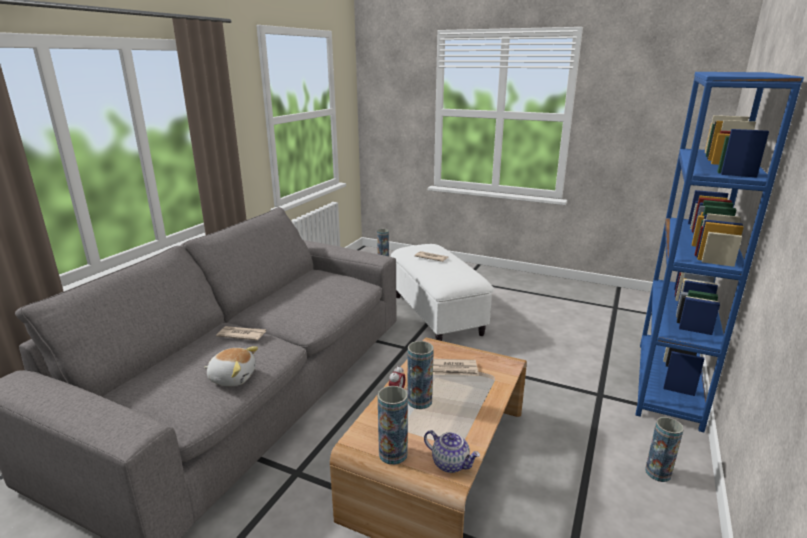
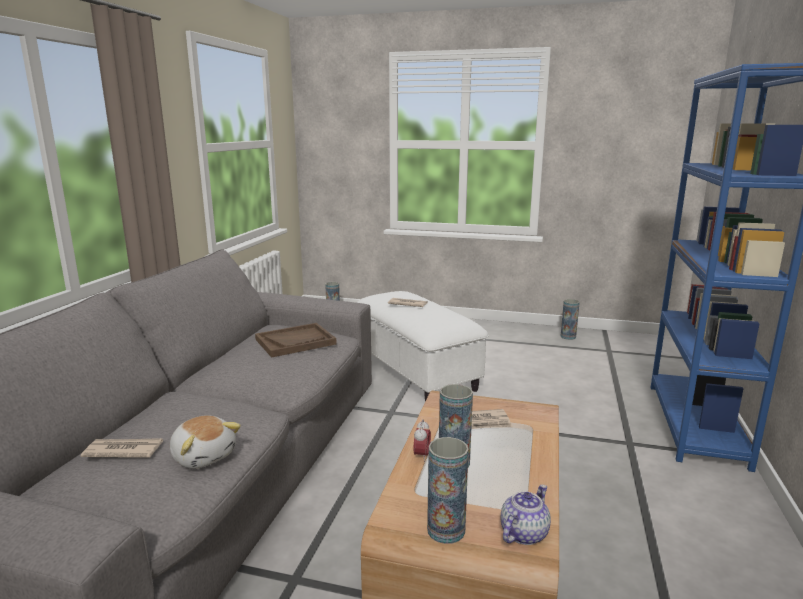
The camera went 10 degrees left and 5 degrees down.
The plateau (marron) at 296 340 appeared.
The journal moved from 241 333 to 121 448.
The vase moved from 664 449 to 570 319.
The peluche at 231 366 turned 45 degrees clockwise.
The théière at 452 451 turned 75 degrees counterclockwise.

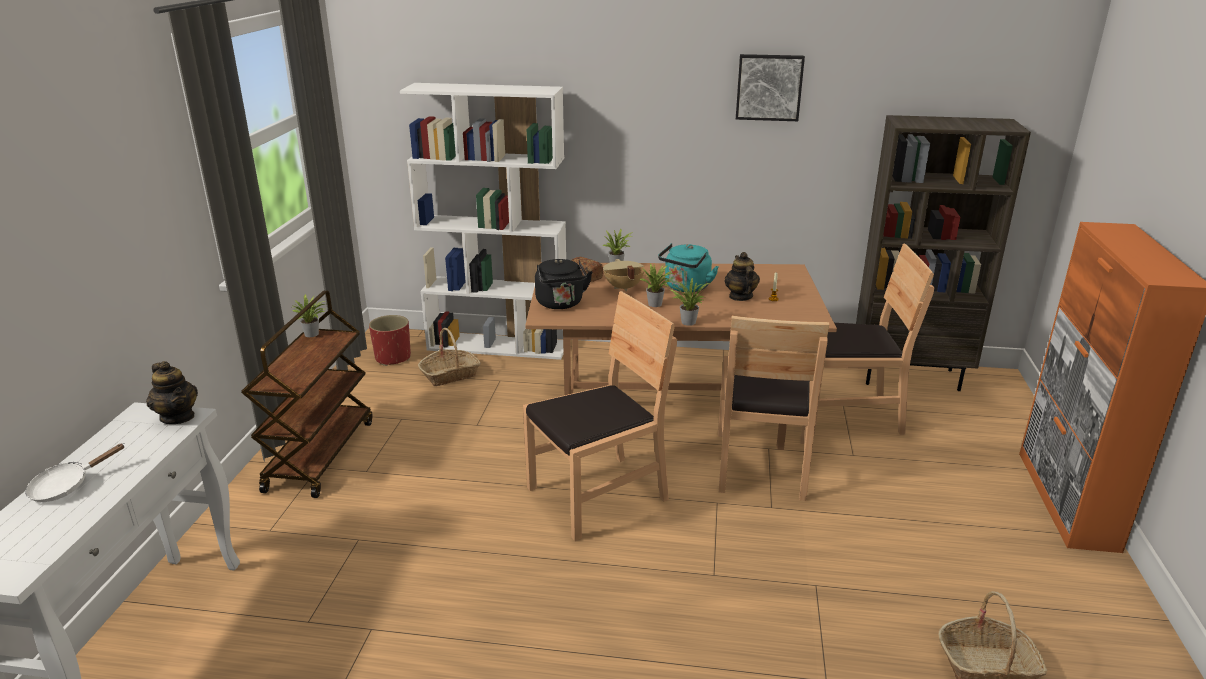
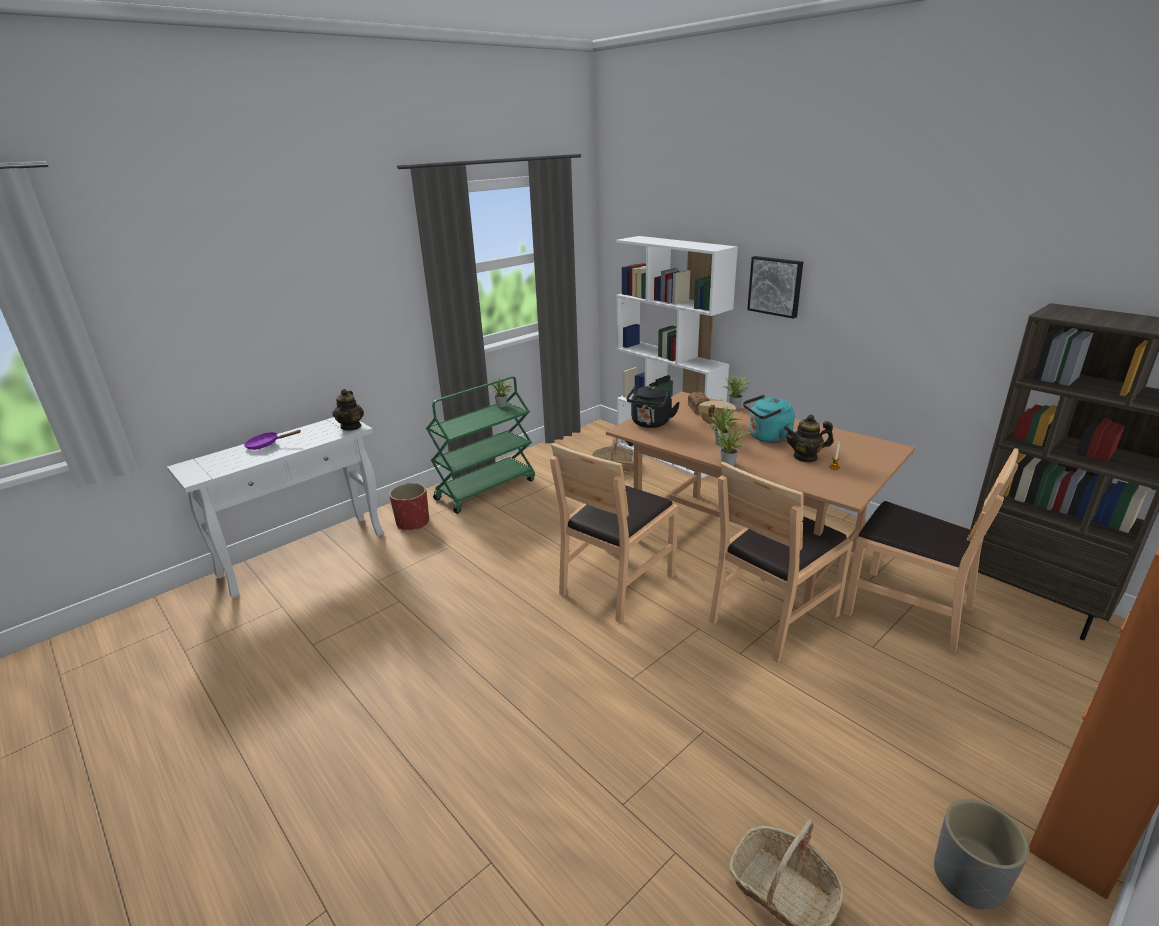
The camera went 40 degrees right and 0 degrees up.
The cache-pot (gris) at 981 854 appeared.
The cache-pot (rouge) moved from 390 340 to 409 506.
The tableau moved from 770 87 to 775 287.
The poêle (blanc) at 75 473 became the poêle (violet) at 272 440.
The chariot (marron) at 307 394 became the chariot (vert) at 480 445.
The chaise (marron) at 600 416 turned 120 degrees clockwise.
The théière at 742 276 turned 120 degrees counterclockwise.

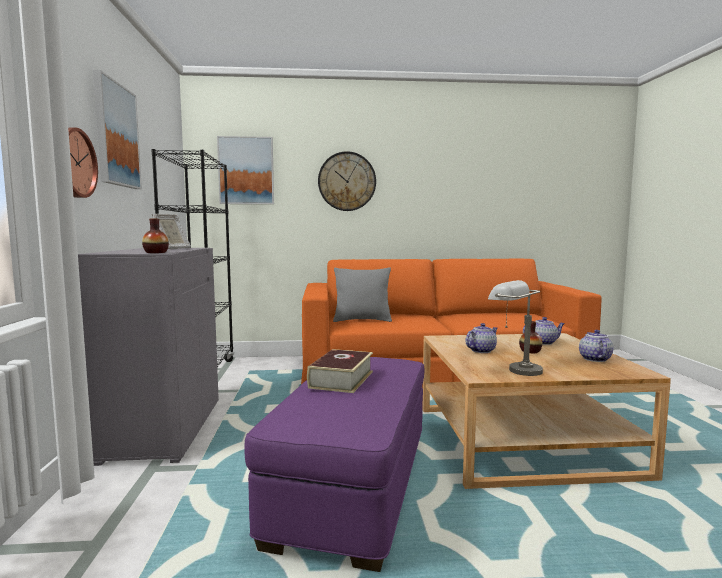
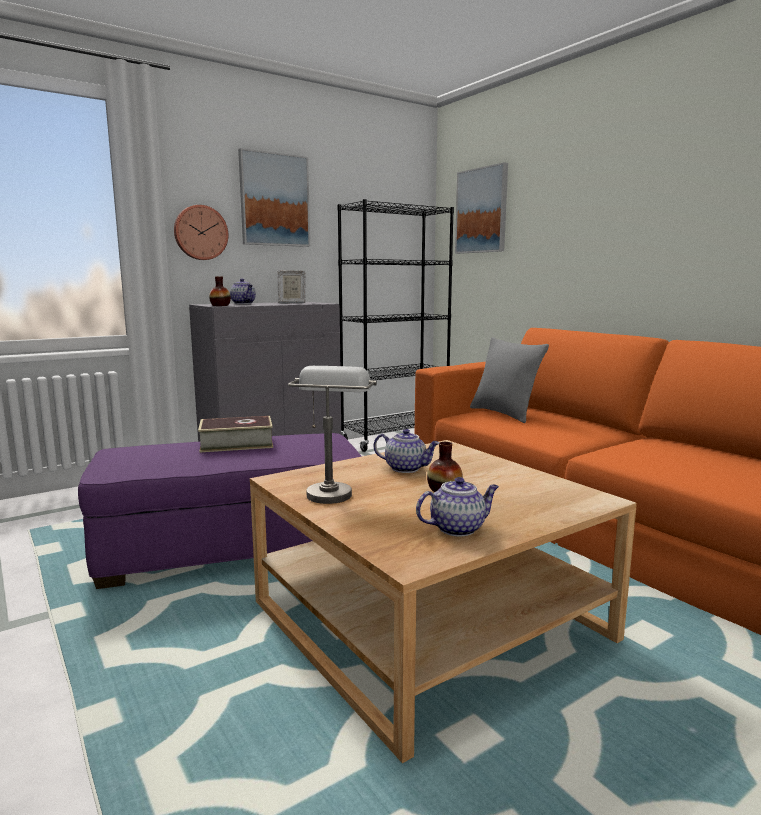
The camera went 60 degrees right and 5 degrees up.
The horloge murale at 347 181 disappeared.
The théière moved from 544 331 to 243 291.

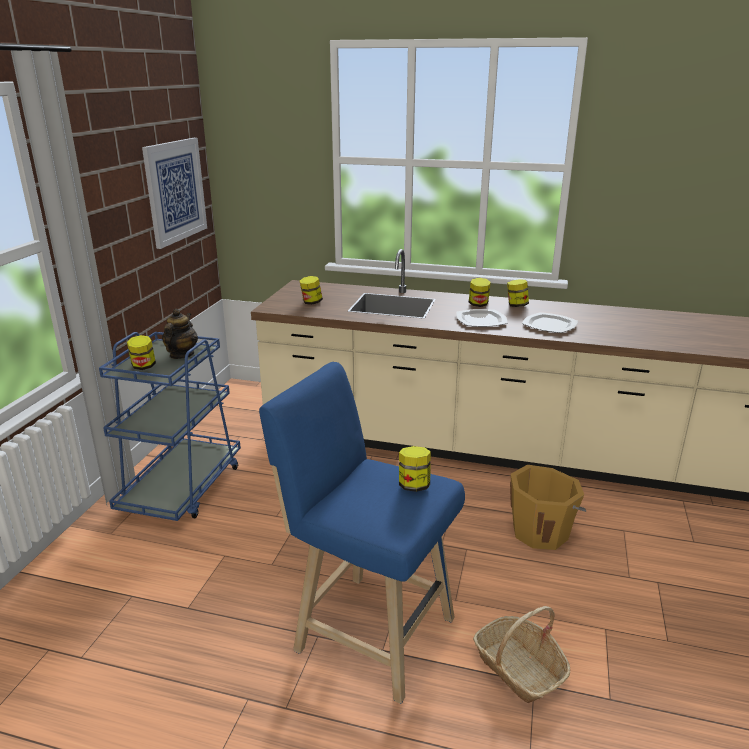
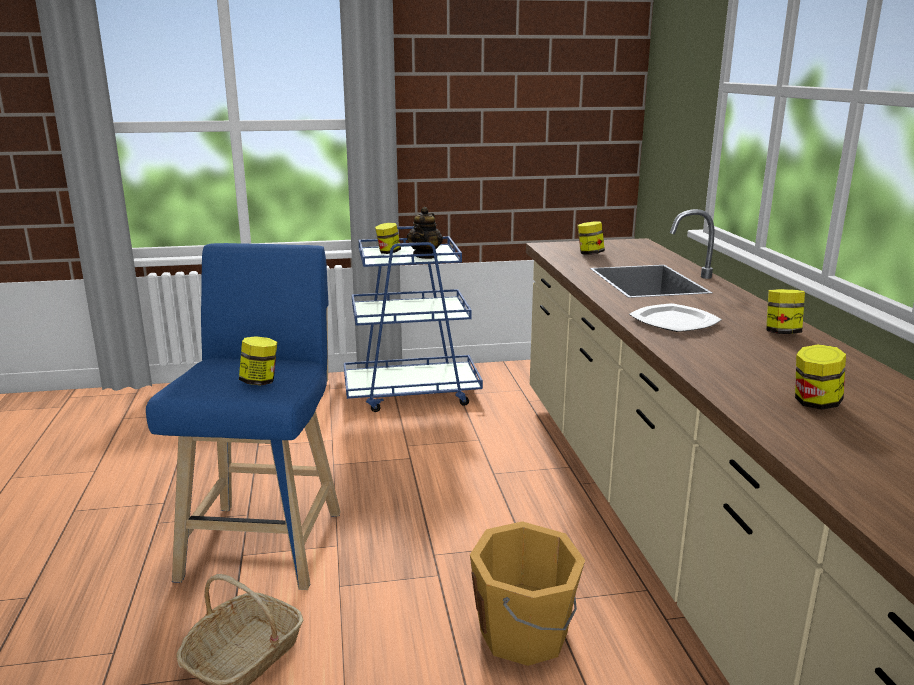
The camera went 65 degrees right and 5 degrees down.
The tableau at 174 193 disappeared.
The assiette at 550 322 disappeared.
The bocal moved from 480 292 to 820 377.
The théière at 180 334 turned 120 degrees clockwise.

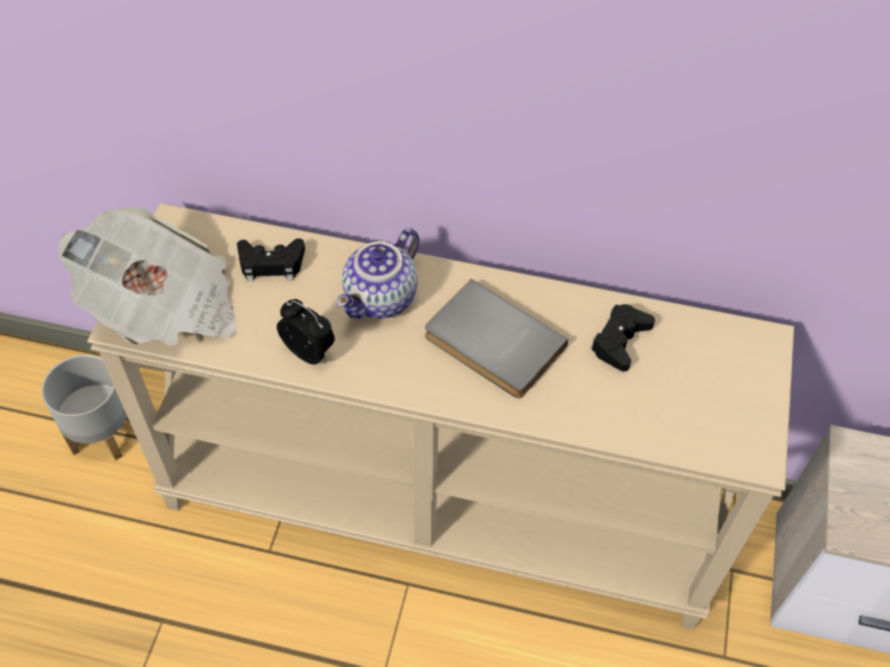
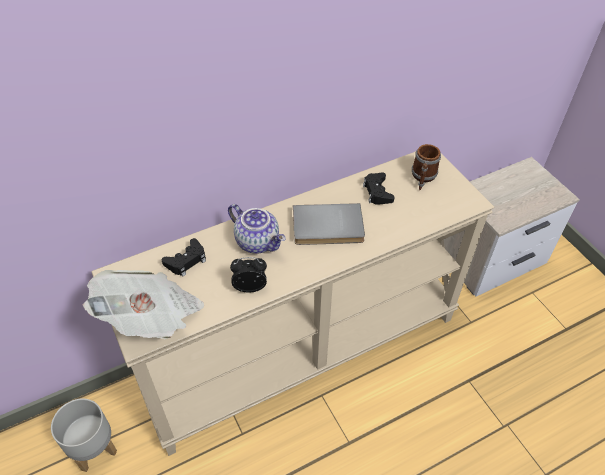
The camera went 40 degrees left and 5 degrees down.
The mug at 426 167 appeared.
The théière at 377 273 turned 45 degrees counterclockwise.

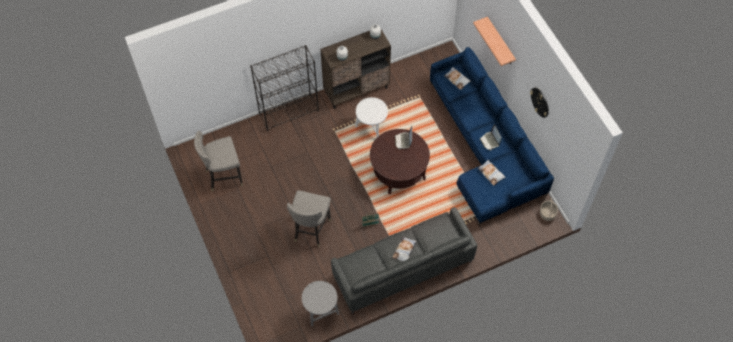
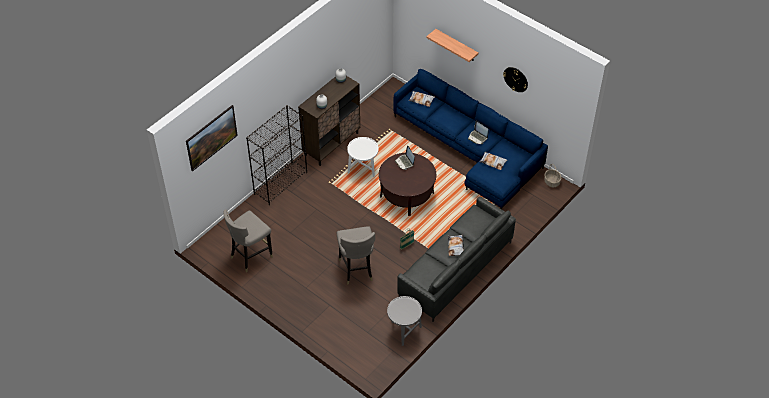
The camera went 25 degrees left and 10 degrees down.
The tableau at 212 138 appeared.

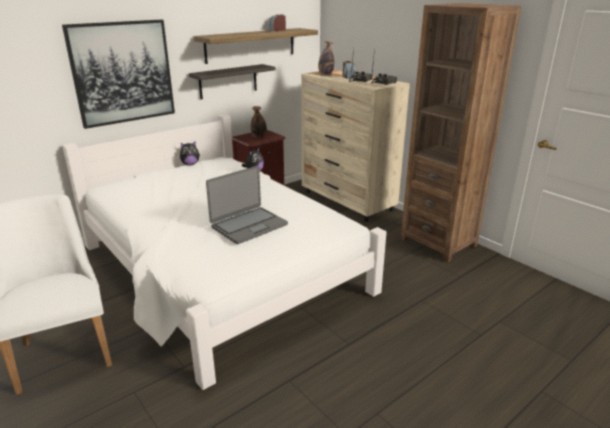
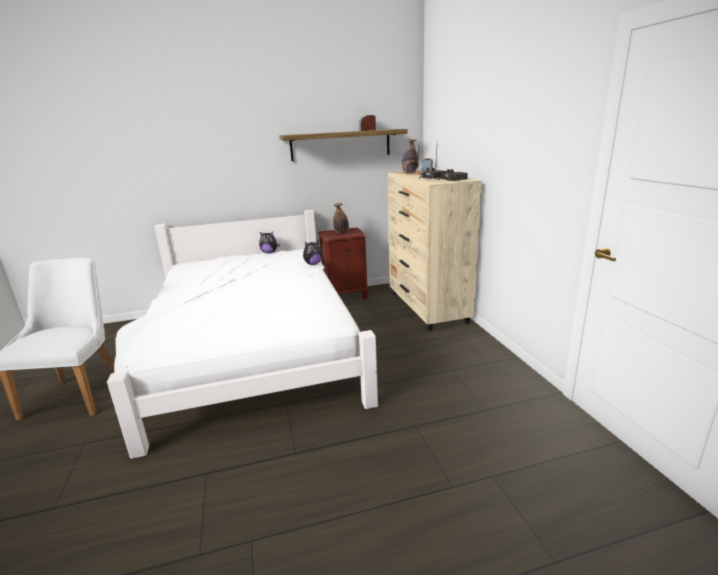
The camera went 25 degrees right and 5 degrees down.
The tableau at 118 74 disappeared.
The étagère at 232 81 disappeared.
The ordinateur portable at 247 205 disappeared.
The bibliothèque (marron) at 461 132 disappeared.

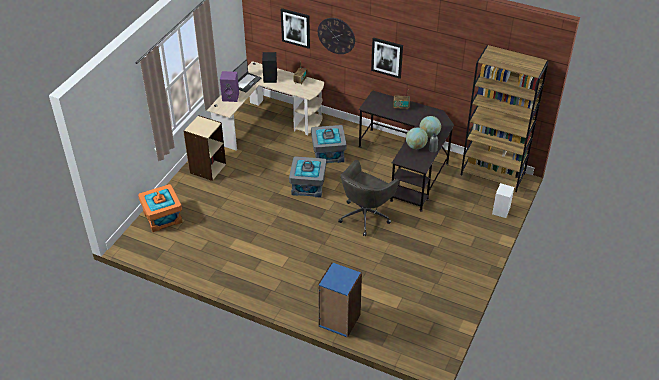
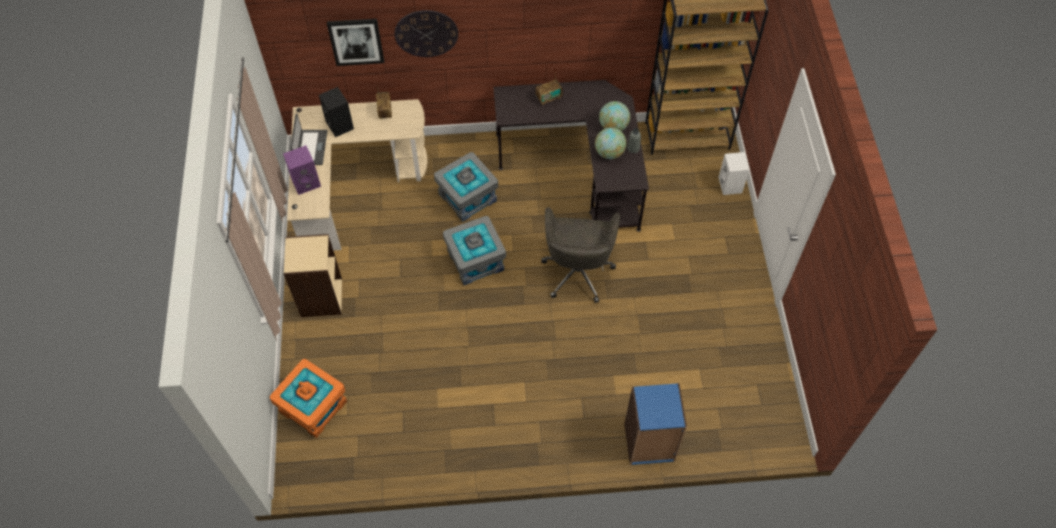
The camera went 30 degrees left and 15 degrees up.
The tableau at 387 58 disappeared.

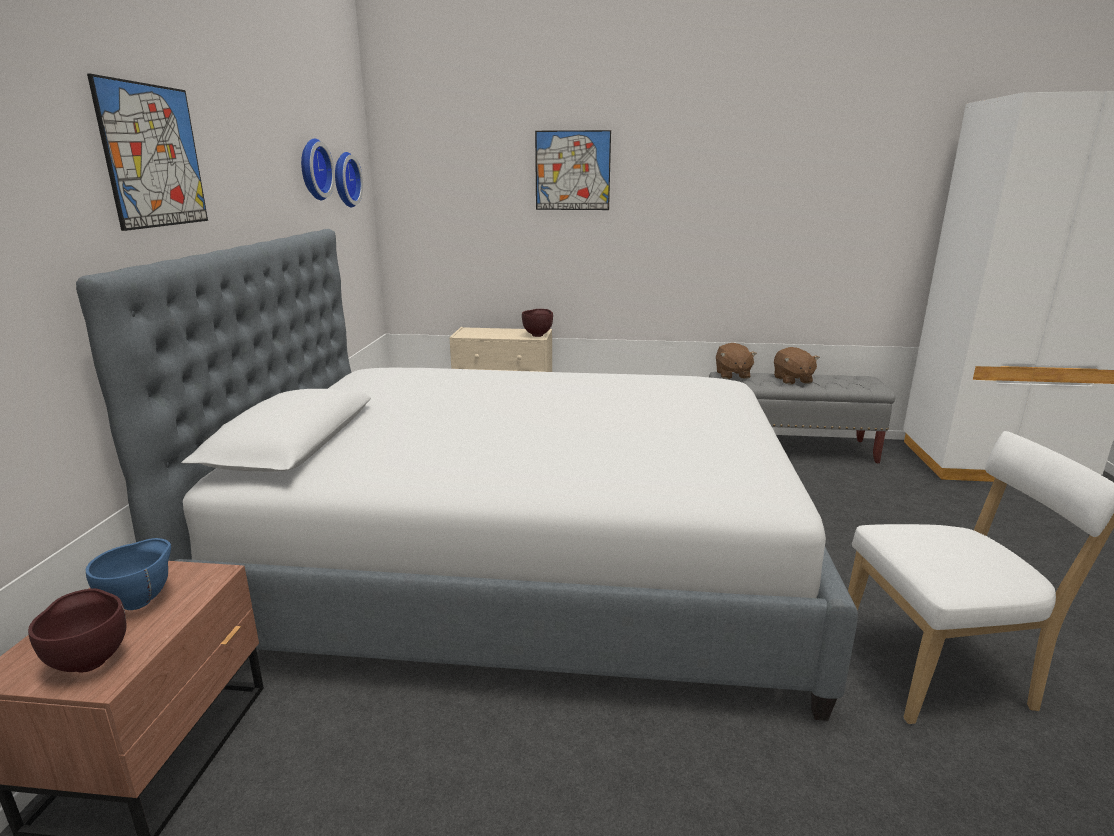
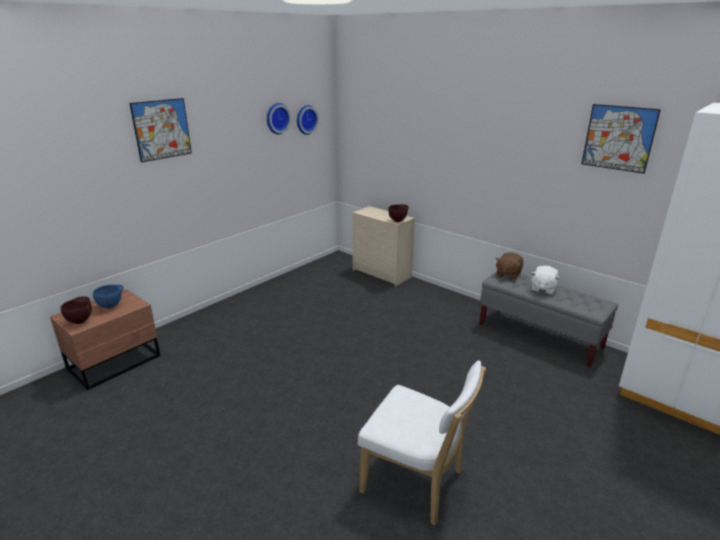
The camera went 35 degrees right and 5 degrees up.
The lit at 467 475 disappeared.
The tableau moved from 573 170 to 621 139.
The peluche (marron) at 797 366 became the peluche (blanc) at 545 280.

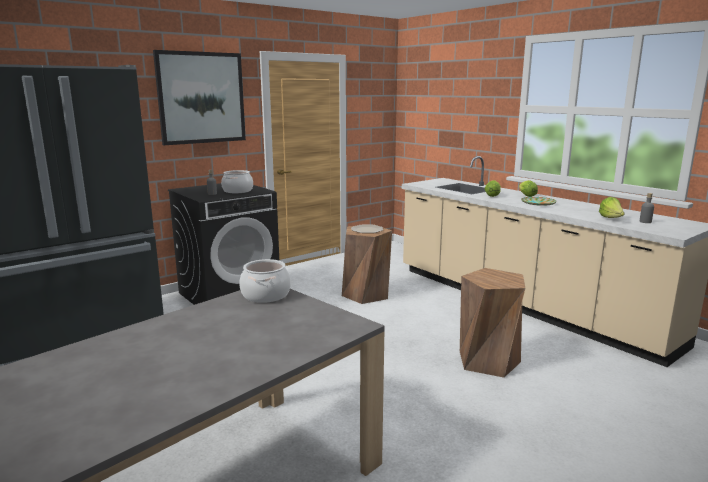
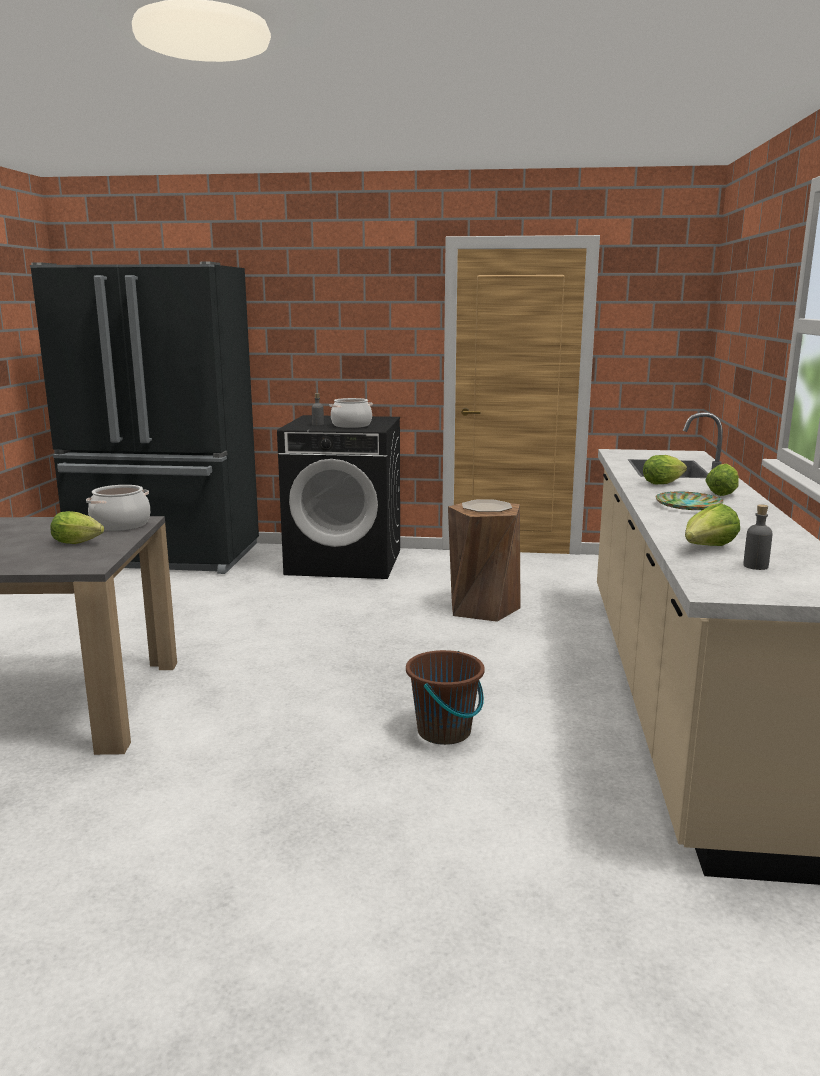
The camera went 45 degrees right and 0 degrees up.
The tableau at 199 97 disappeared.
The laitue at 77 527 appeared.
The tabouret (marron) at 492 323 was replaced by the seau (marron) at 445 697.

